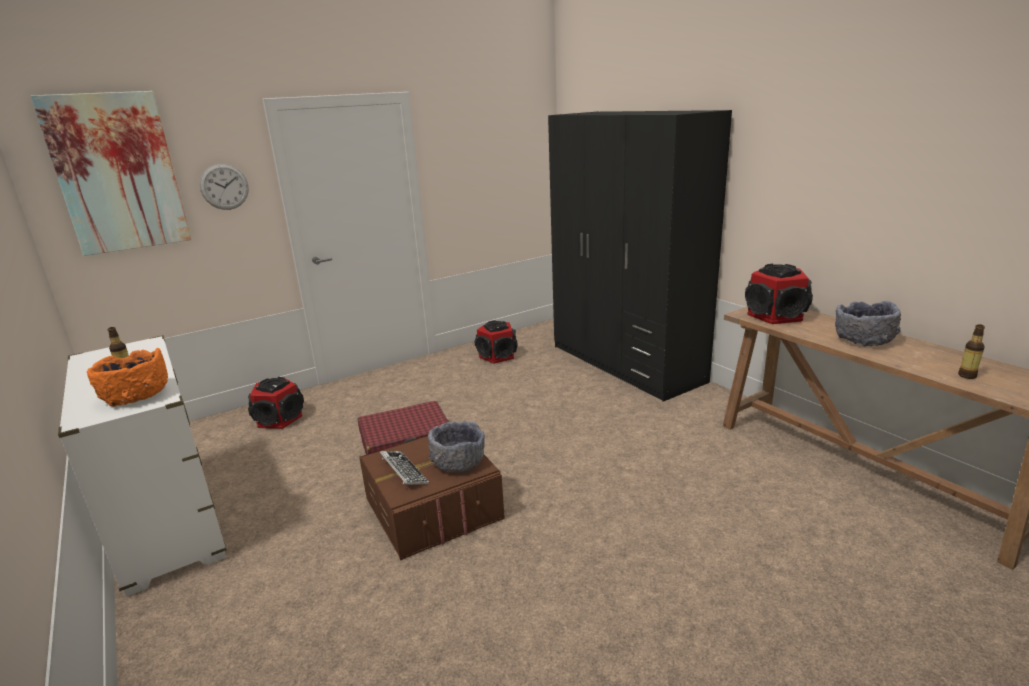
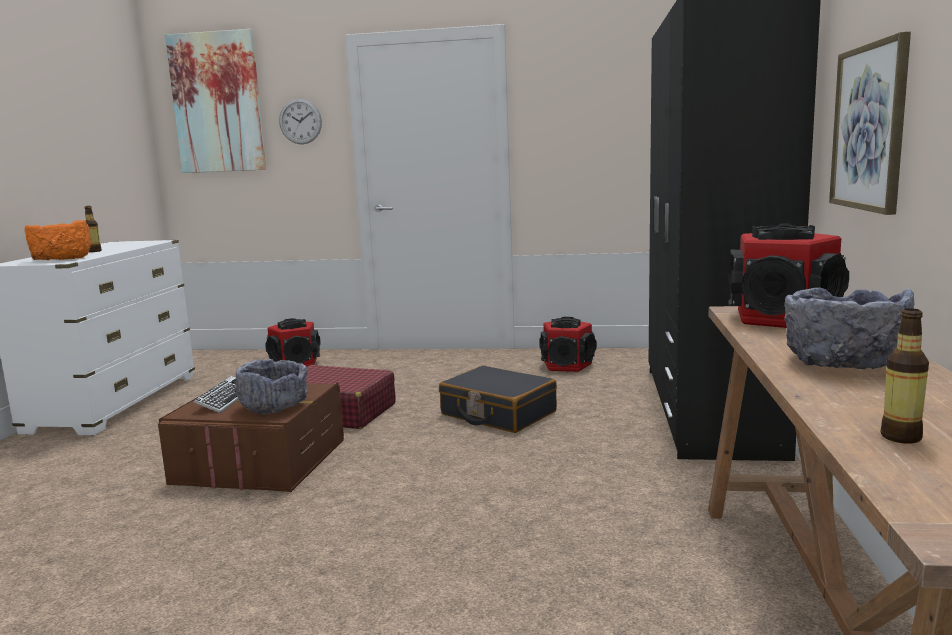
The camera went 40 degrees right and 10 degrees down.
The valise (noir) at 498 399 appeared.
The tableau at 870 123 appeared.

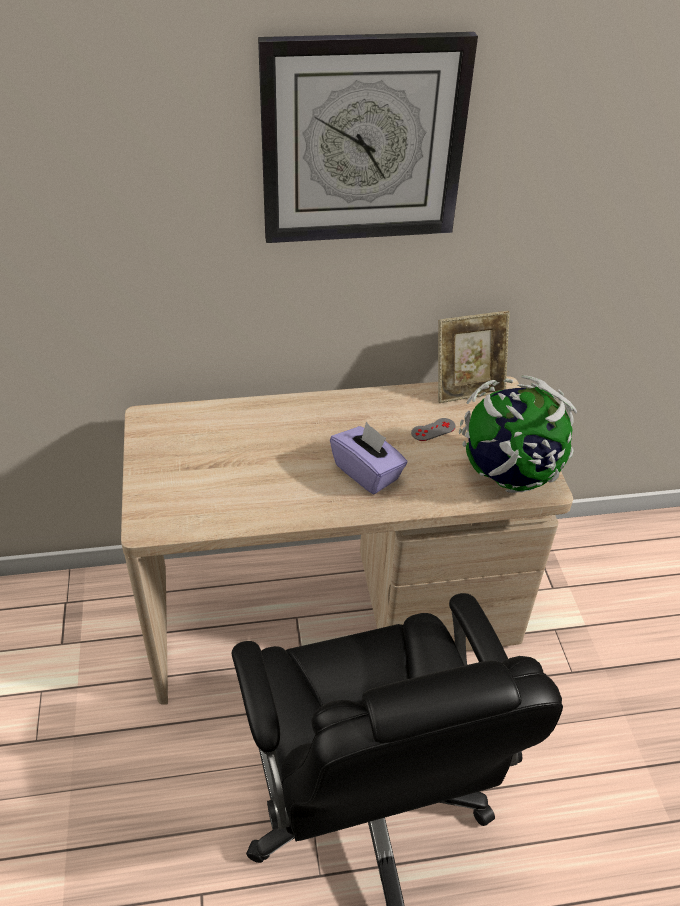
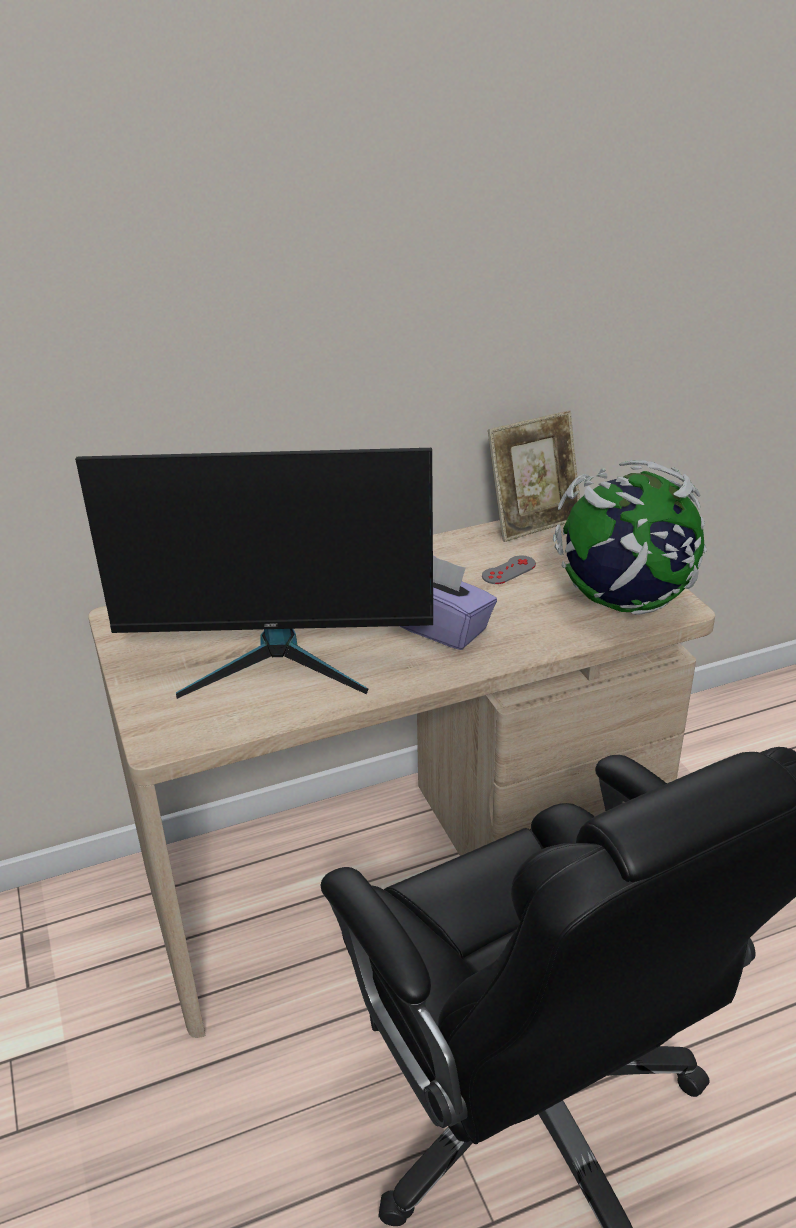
The camera went 10 degrees left and 10 degrees down.
The horloge murale at 368 137 disappeared.
The écran d'ordinateur at 254 573 appeared.

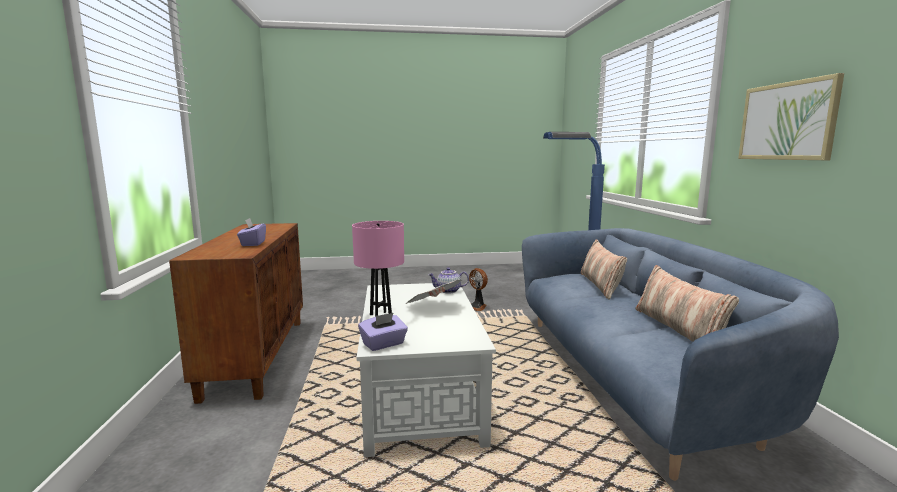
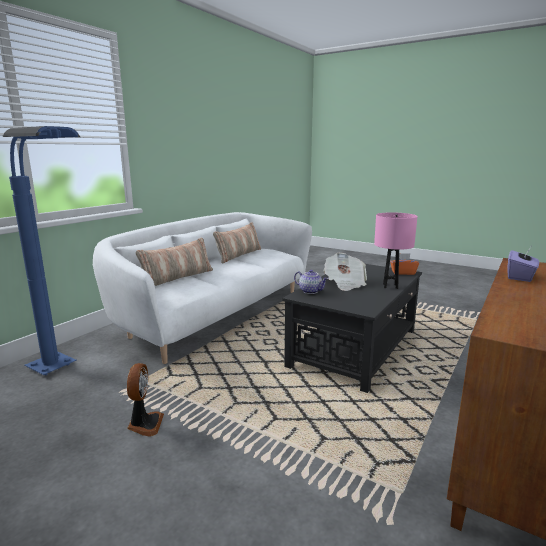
The camera went 140 degrees left and 5 degrees up.
The tableau at 791 116 disappeared.
The table basse (blanc) at 426 370 became the table basse (noir) at 352 328.
The boîte à mouchoirs (violet) at 383 332 became the boîte à mouchoirs (orange) at 404 264.
The canapé (bleu) at 680 354 became the canapé (blanc) at 202 288.

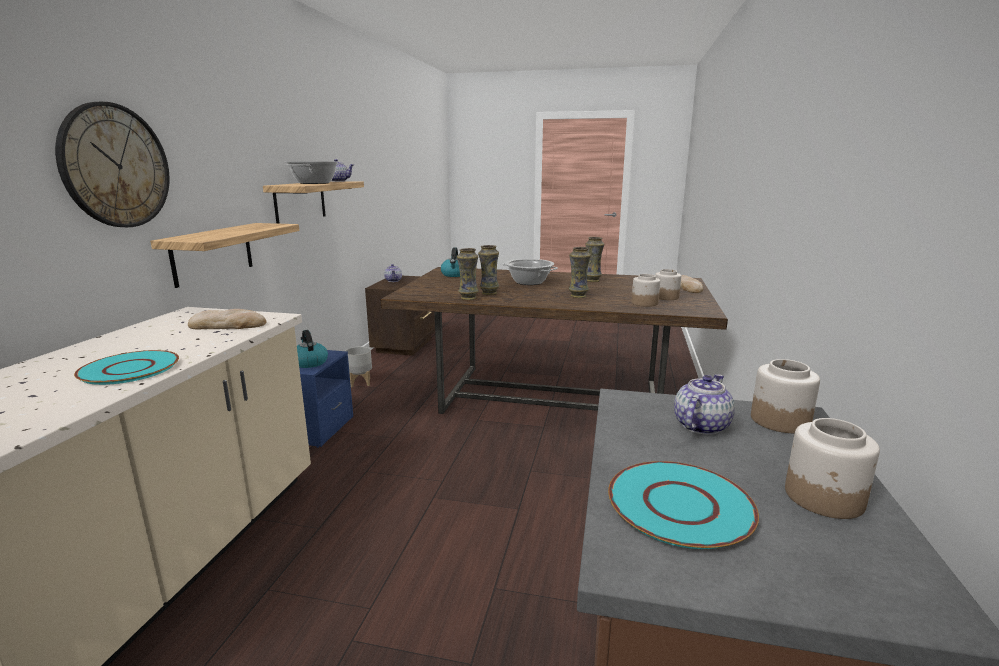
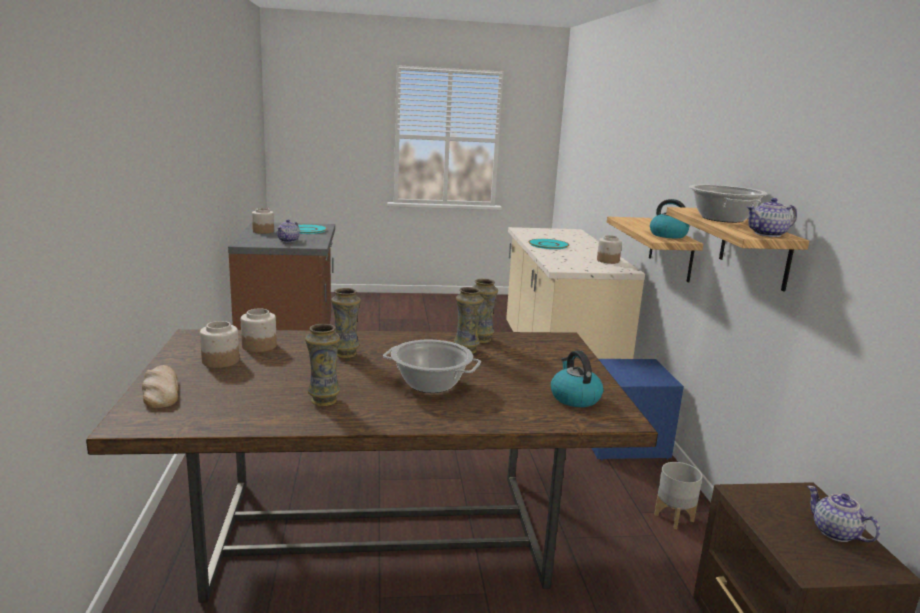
The camera went 160 degrees right and 0 degrees up.
The horloge murale at 112 164 disappeared.
The pain at 227 319 disappeared.
The bouilloire moved from 312 349 to 669 218.
The bocal moved from 785 396 to 609 249.

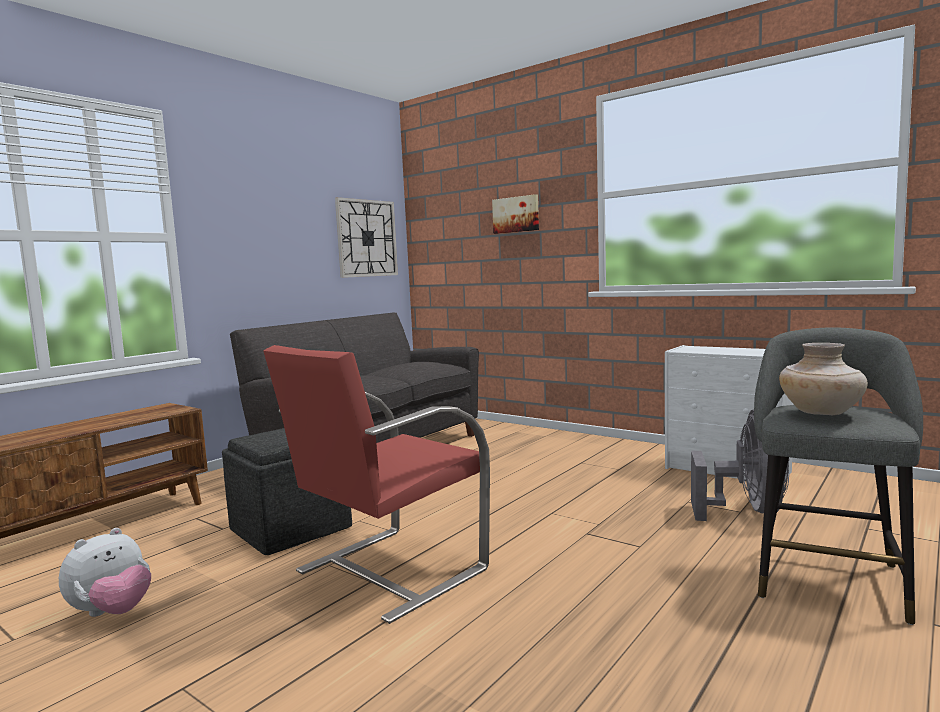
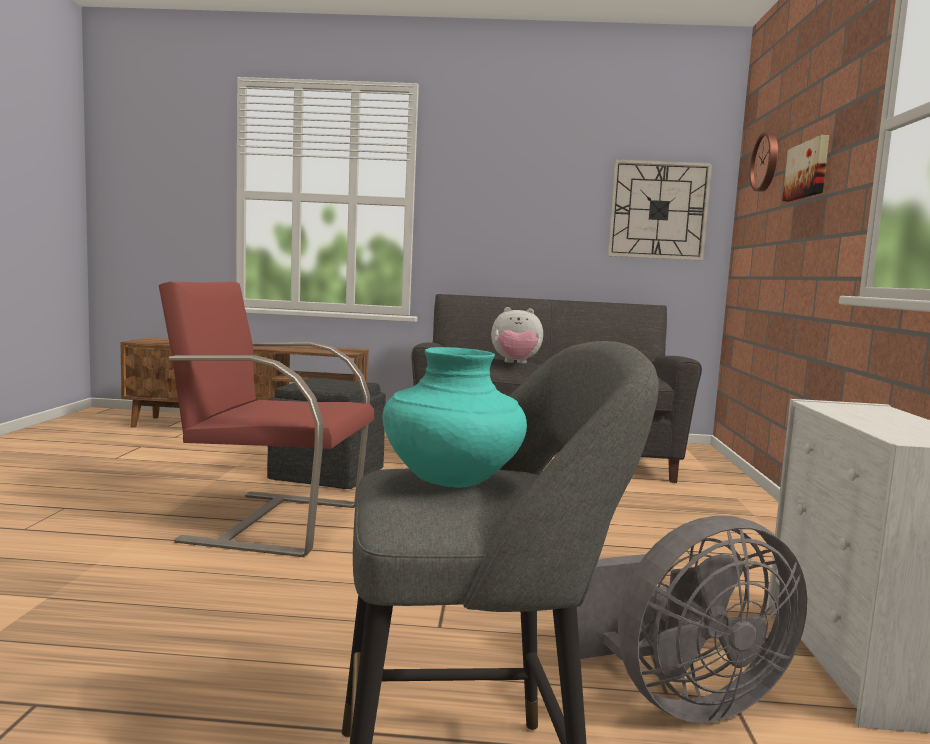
The camera went 55 degrees right and 0 degrees up.
The horloge murale at 764 162 appeared.
The peluche moved from 105 572 to 517 335.
The vase (beige) at 823 379 became the vase (turquoise) at 455 417.

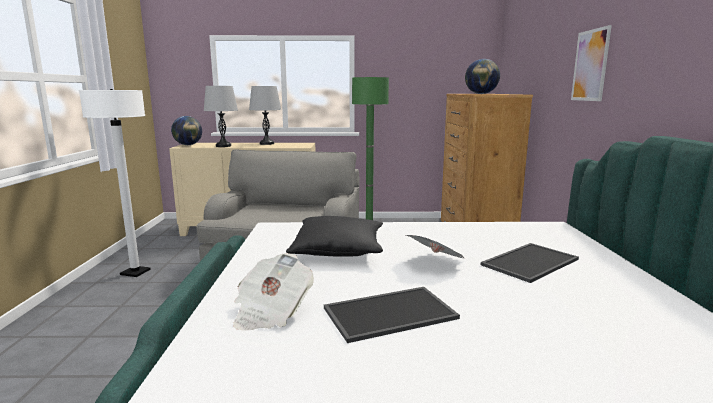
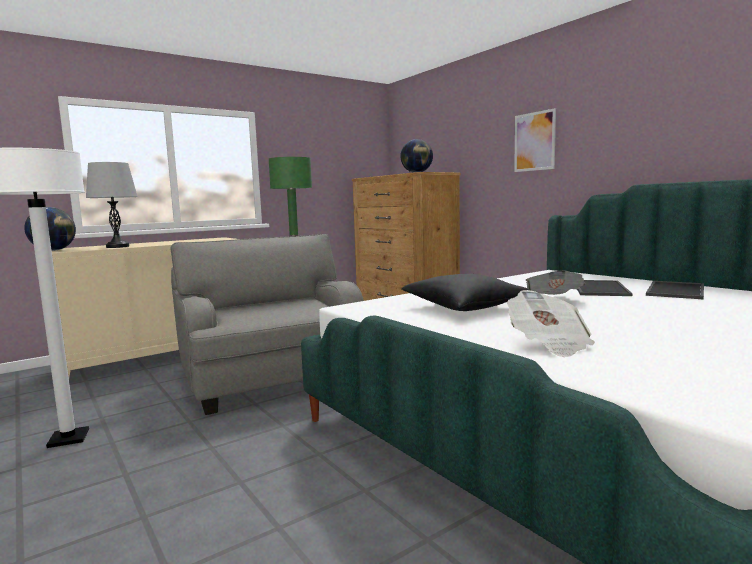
The camera went 35 degrees left and 5 degrees down.
The lampe de table (gris) at 265 115 disappeared.
The plateau moved from 392 315 to 675 290.

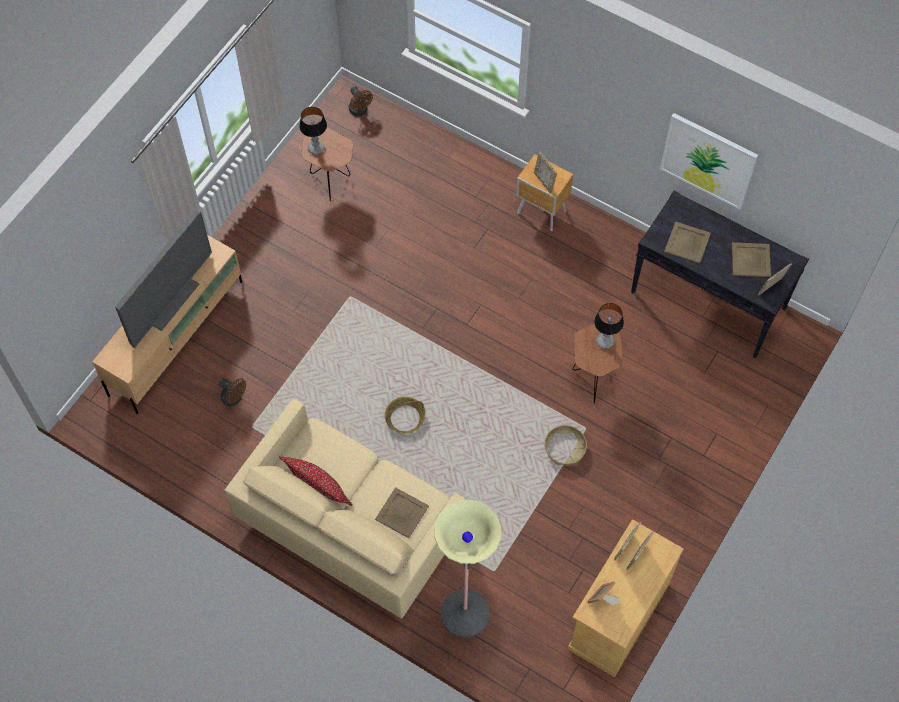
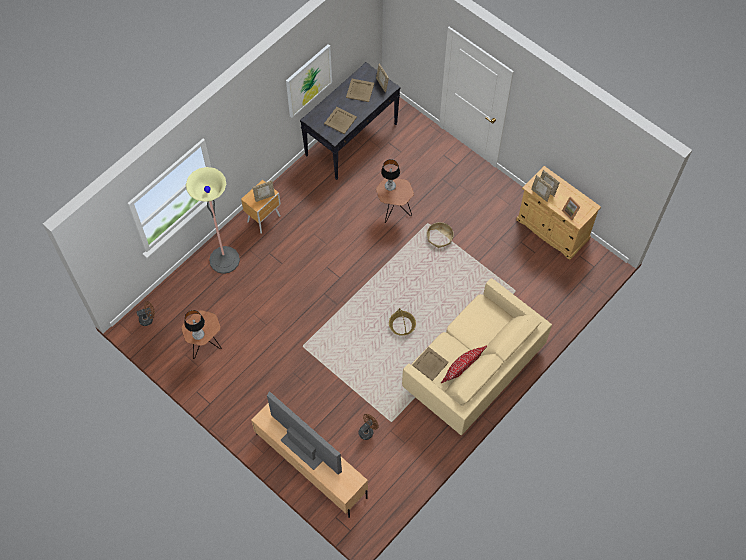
The camera went 80 degrees left and 0 degrees up.
The plateau (beige) moved from 402 512 to 430 364.
The lampadaire moved from 467 569 to 213 220.

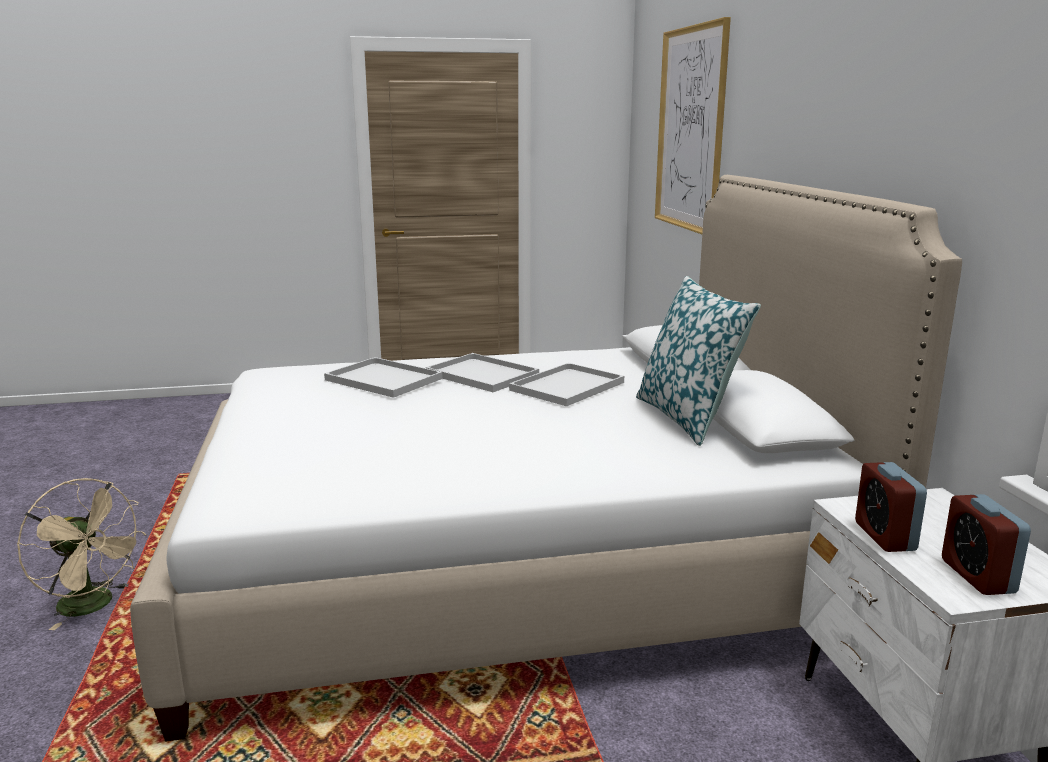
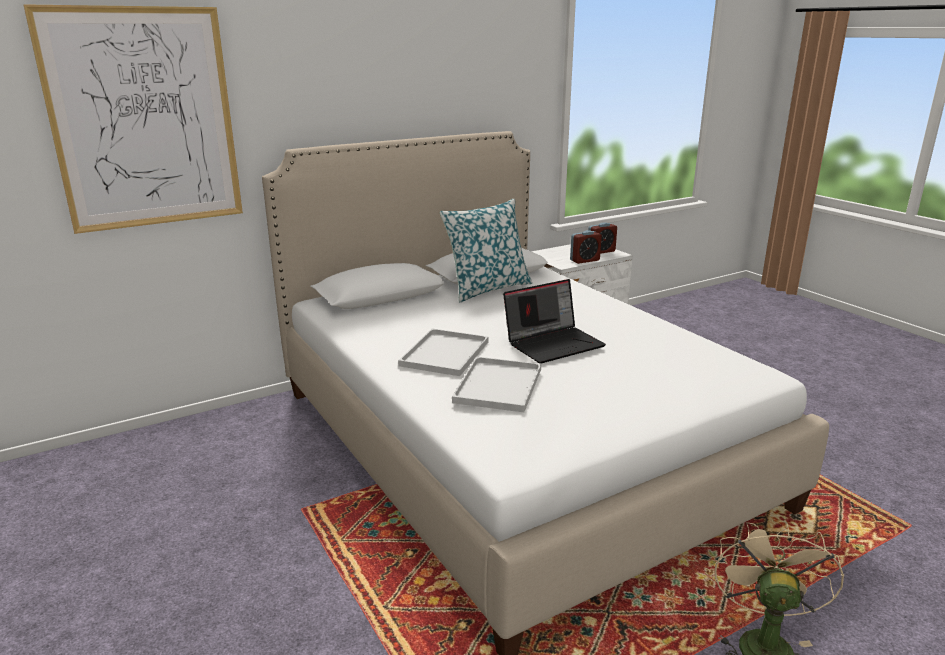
The camera went 110 degrees left and 5 degrees up.
The plateau (blanc) at 566 384 disappeared.
The ordinateur portable at 554 321 appeared.

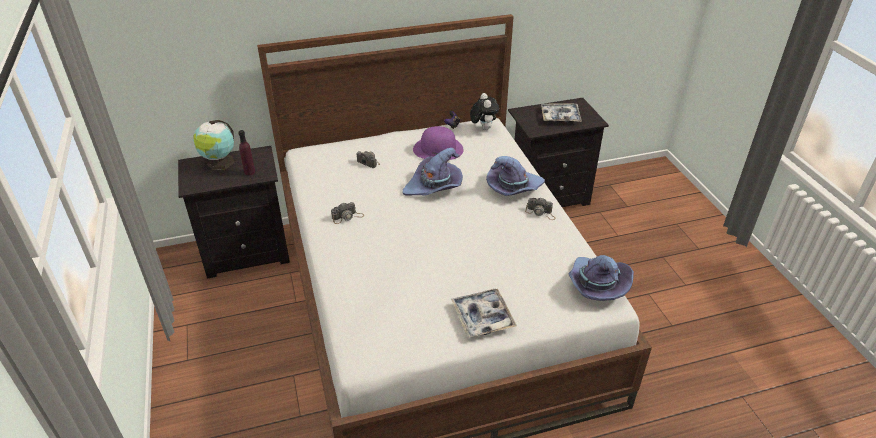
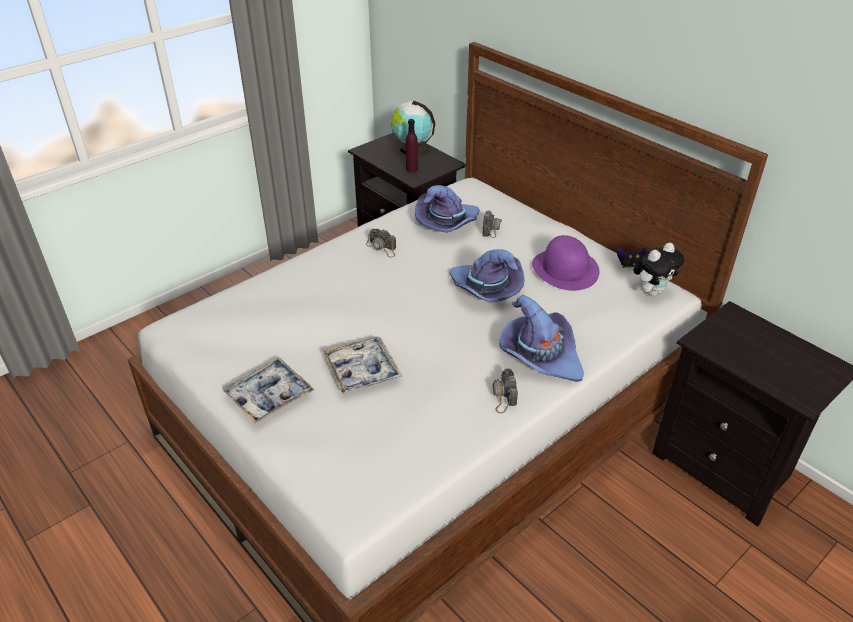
The camera went 65 degrees right and 0 degrees up.
The plateau moved from 561 113 to 362 365.
The chapeau (violet) moved from 601 278 to 447 209.

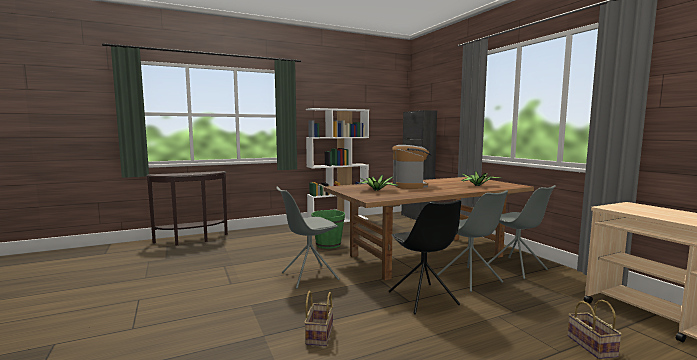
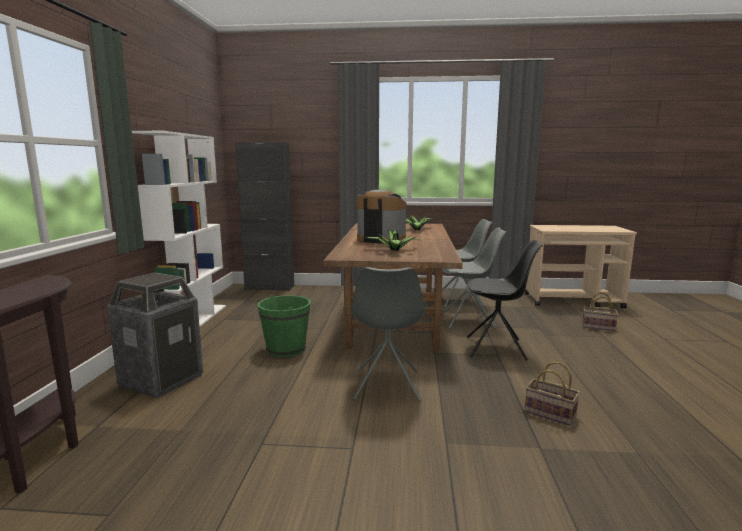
The camera went 60 degrees left and 5 degrees up.
The poubelle at 155 335 appeared.

